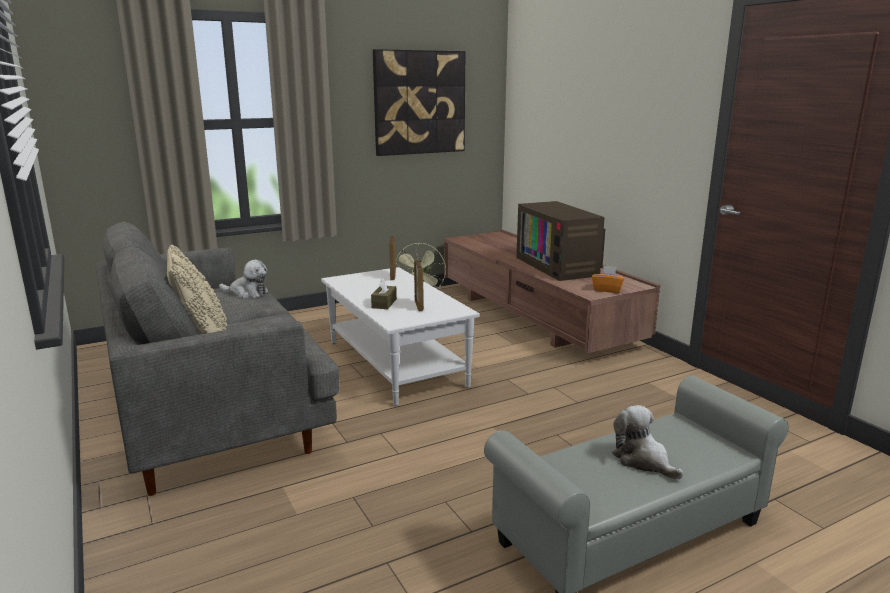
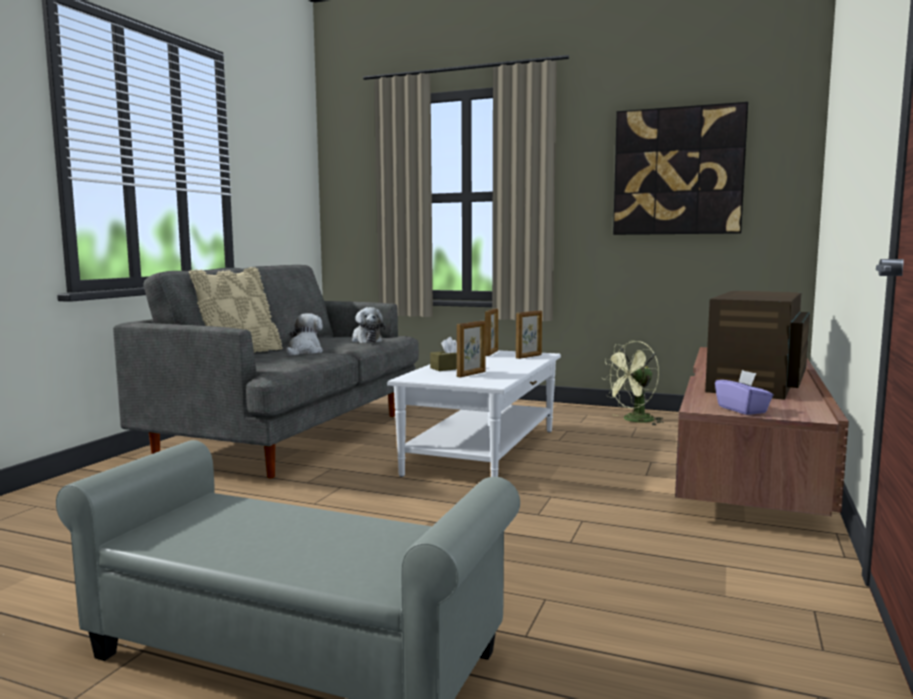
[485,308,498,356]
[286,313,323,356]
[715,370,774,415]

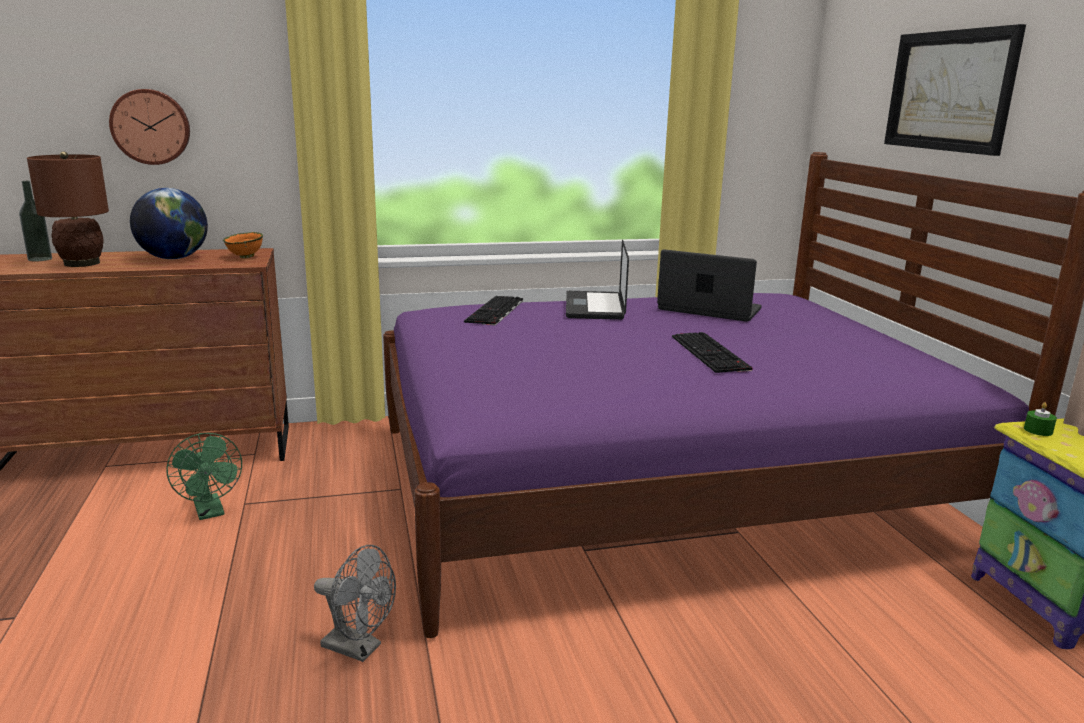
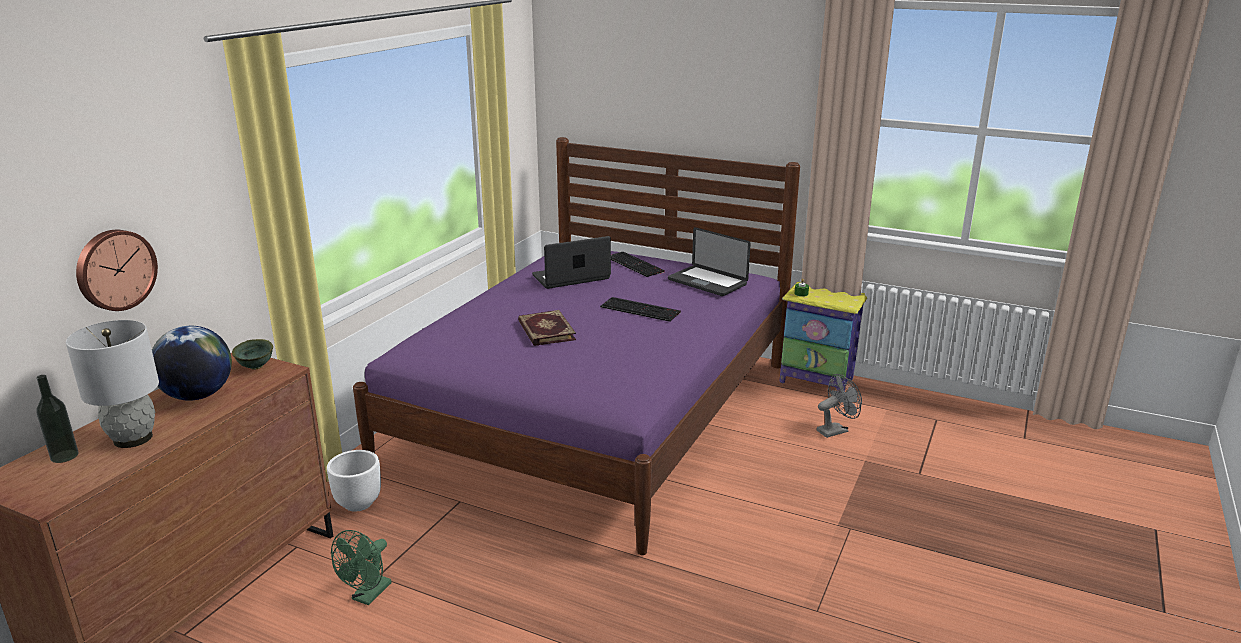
[884,24,1026,156] (first image)
[327,450,381,512]
[518,310,576,346]
[817,374,862,438]
[611,252,665,277]
[668,227,751,296]
[66,320,159,448]
[232,339,273,370]
[331,530,392,605]

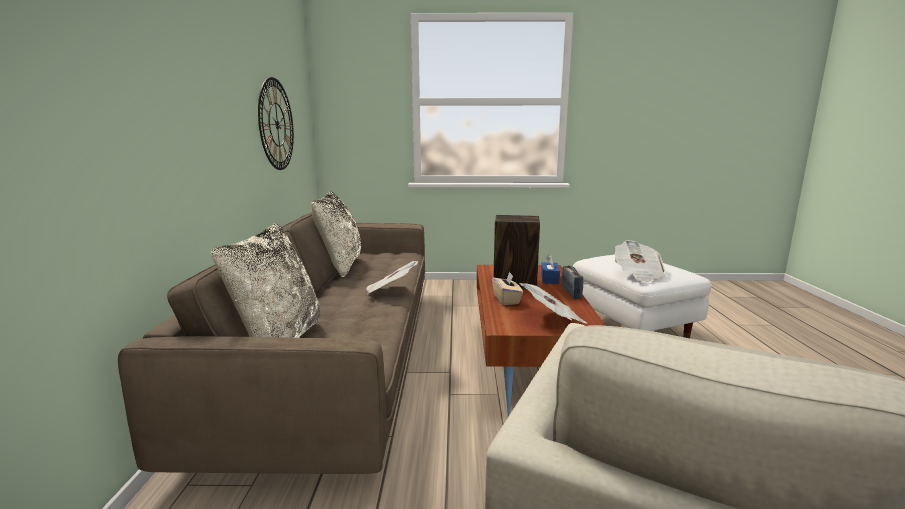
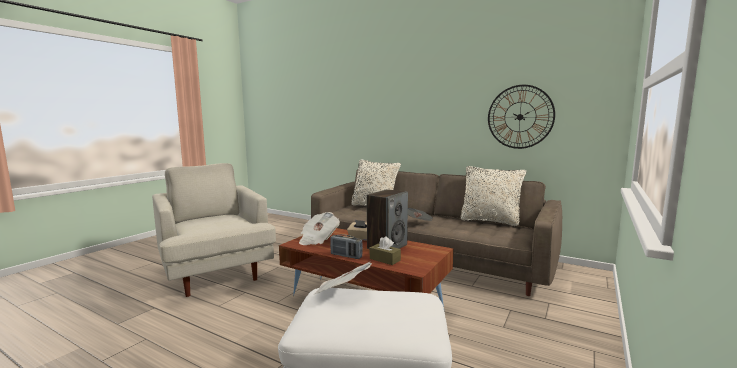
[370,236,401,265]

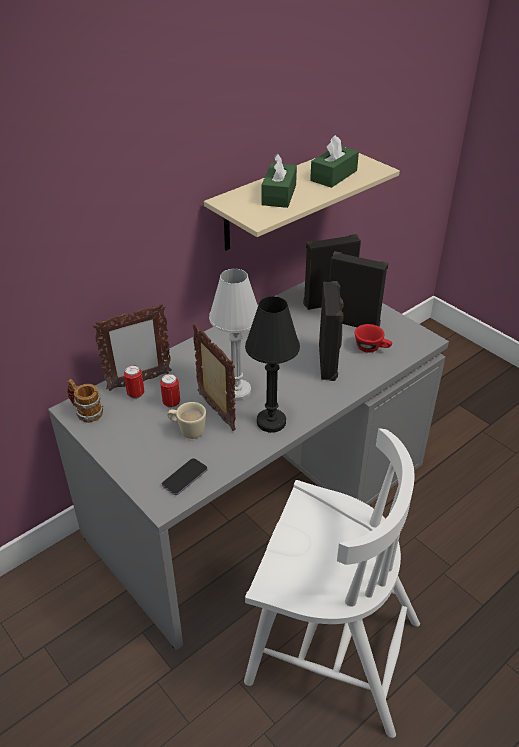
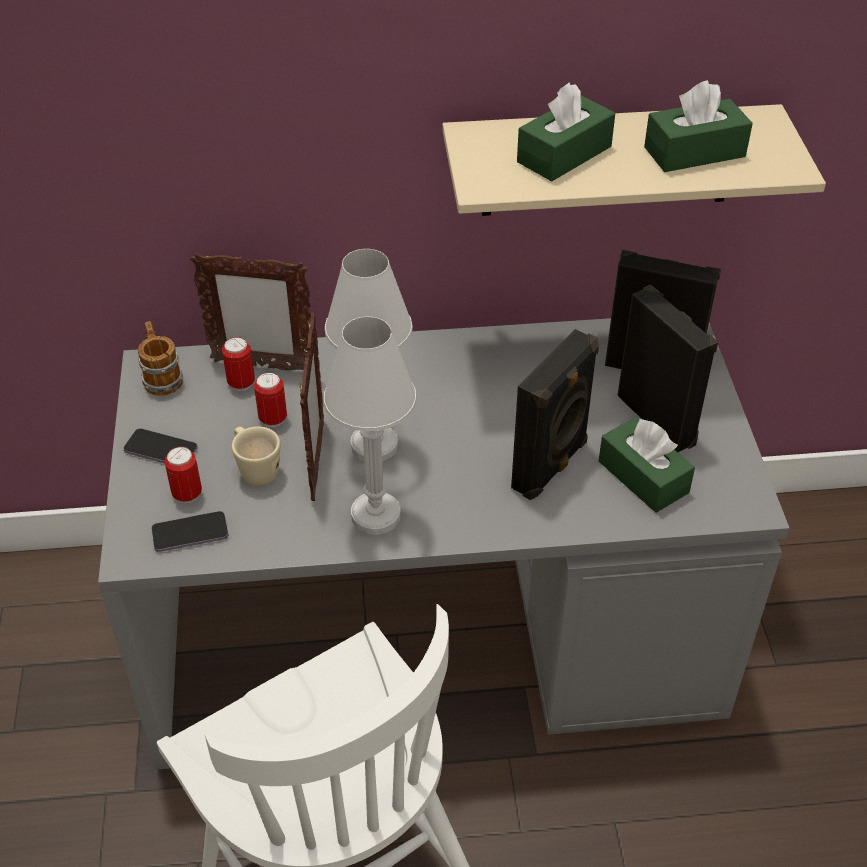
[123,428,198,463]
[165,447,202,503]
[599,417,695,513]
[324,316,417,535]

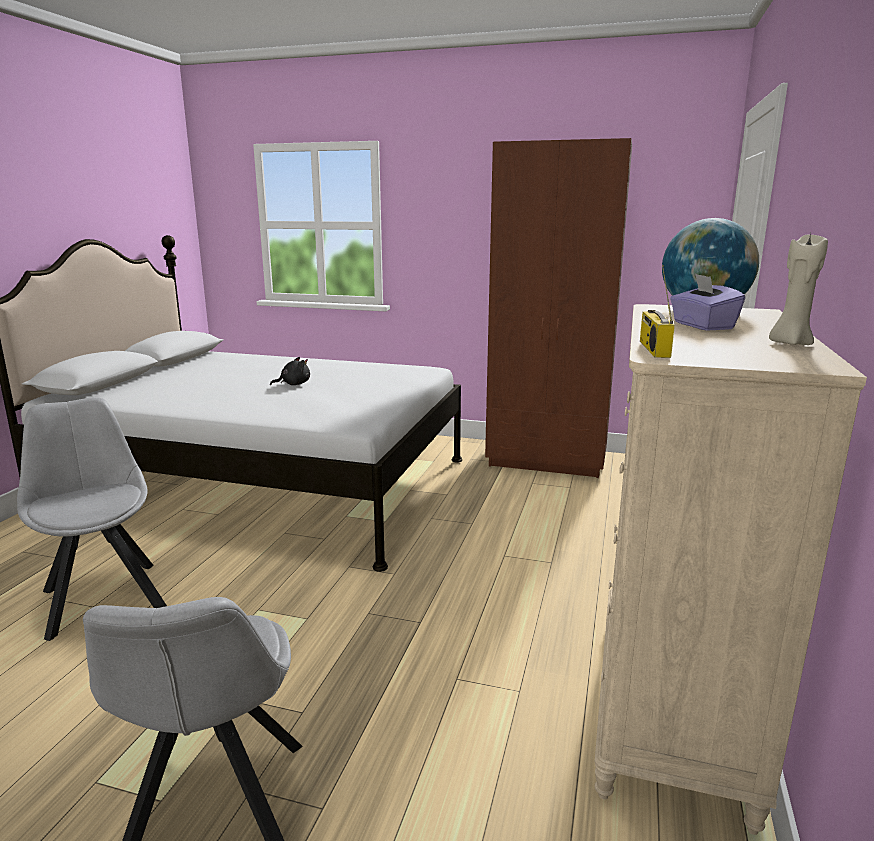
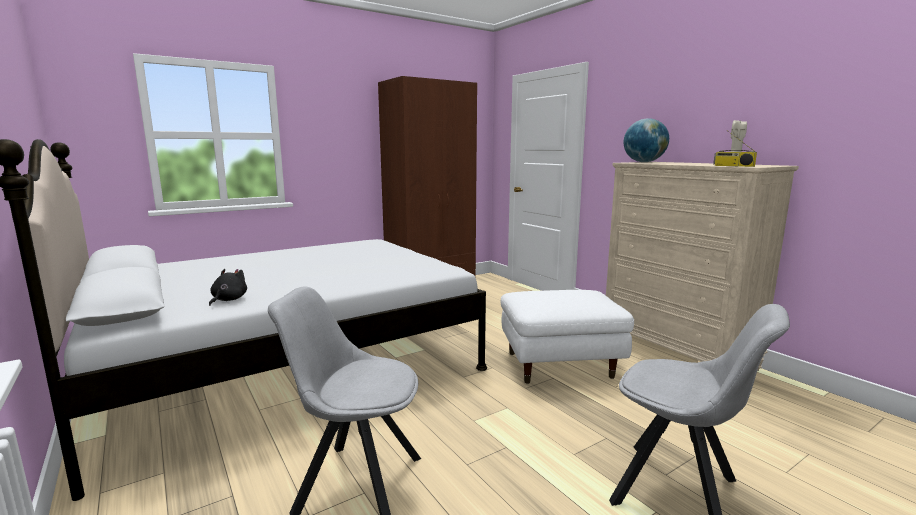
[670,274,745,331] (first image)
[501,290,634,384]
[209,269,247,306]

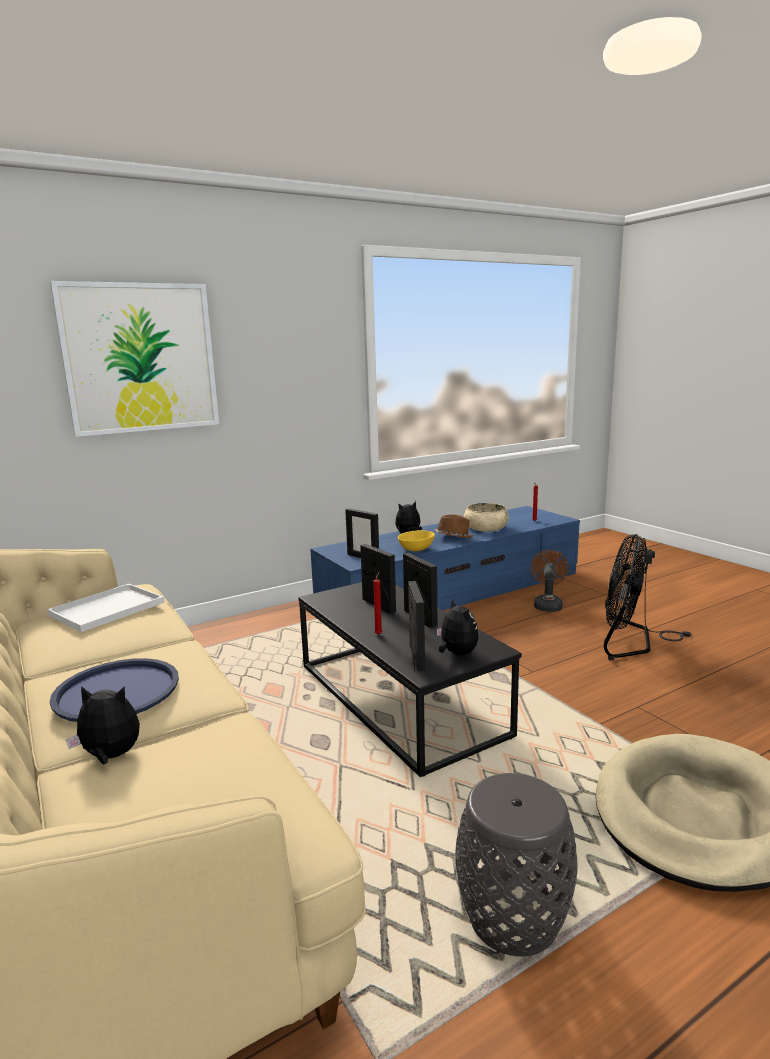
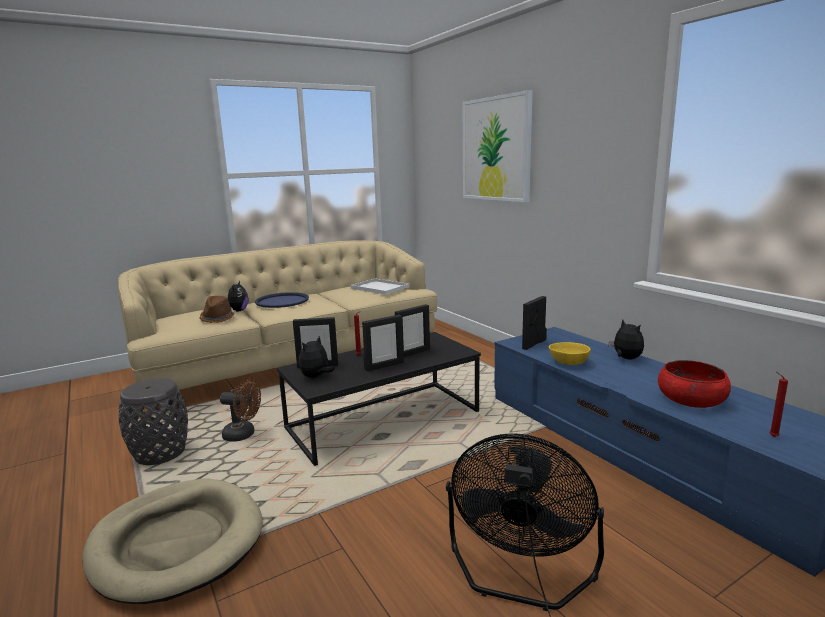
[199,296,235,323]
[220,379,261,441]
[658,360,731,408]
[299,336,335,378]

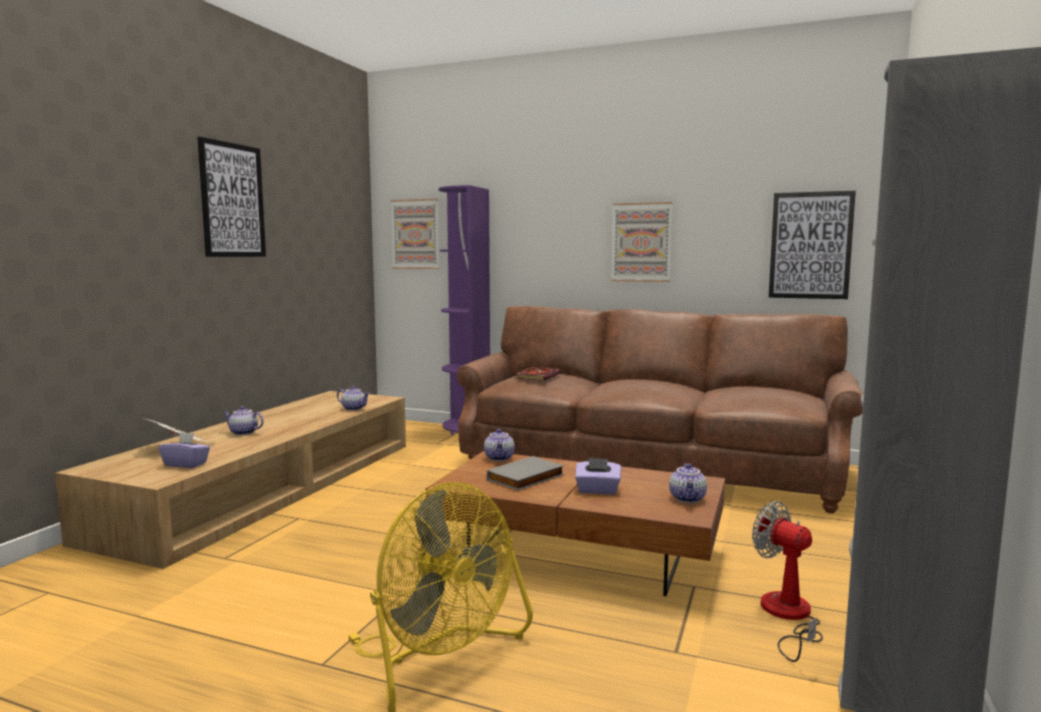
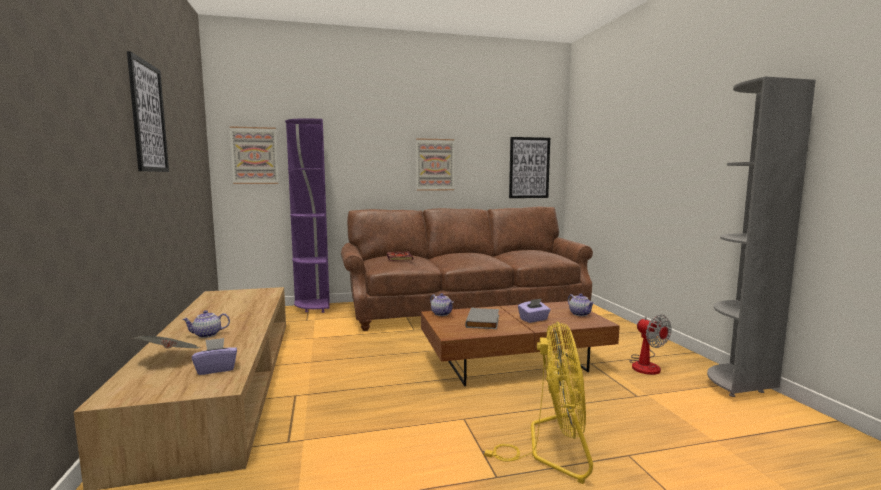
[337,386,370,411] (first image)
[629,314,672,375]

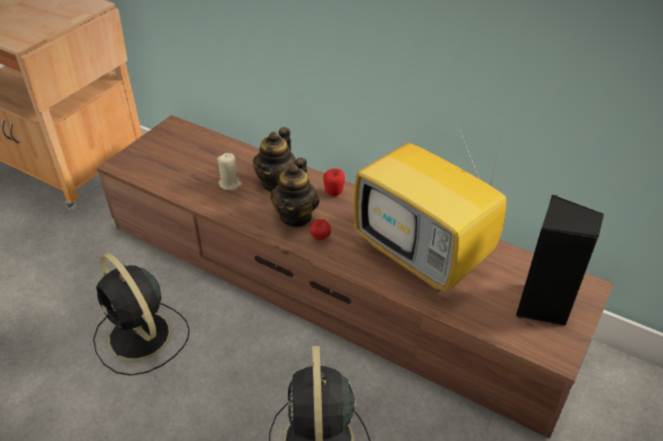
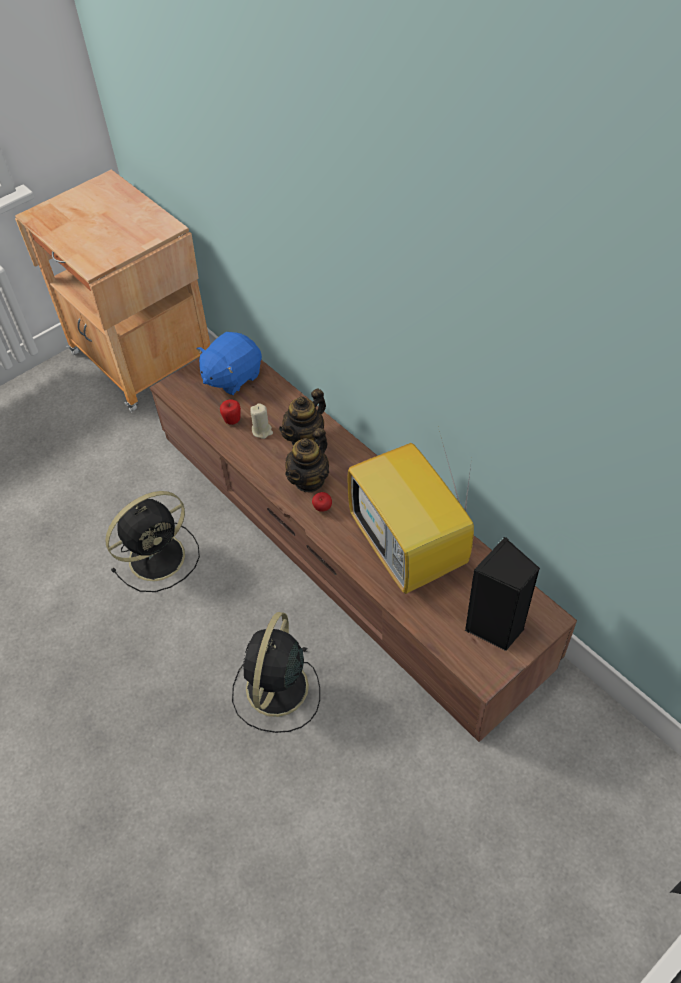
[197,332,262,395]
[220,400,241,425]
[105,491,200,592]

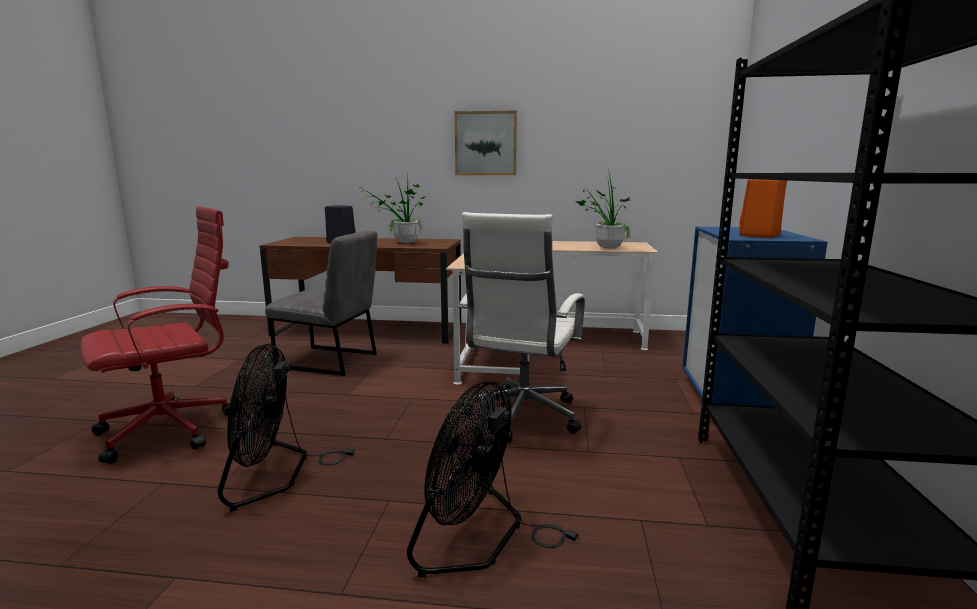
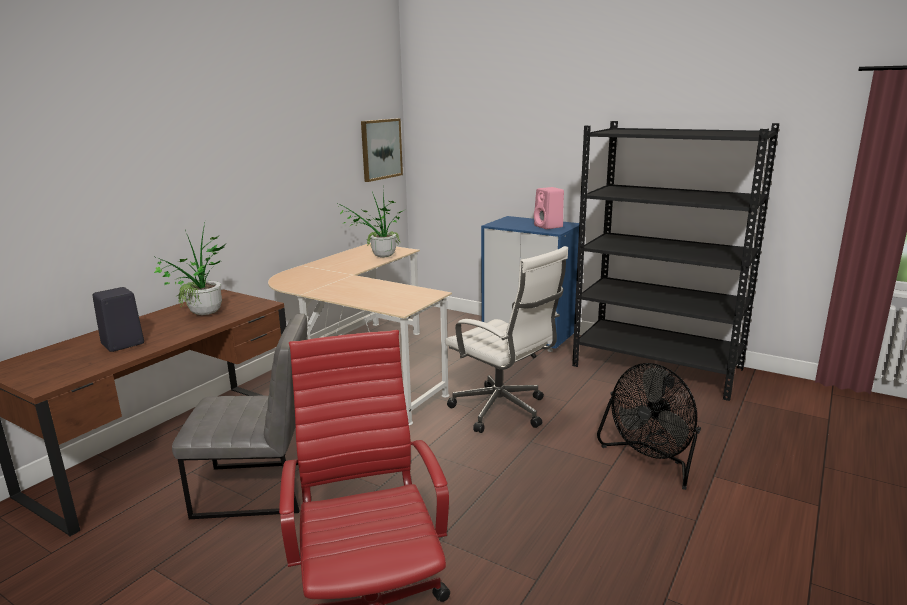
[218,344,357,512] (first image)
[361,118,403,182]
[534,187,564,229]
[172,314,307,519]

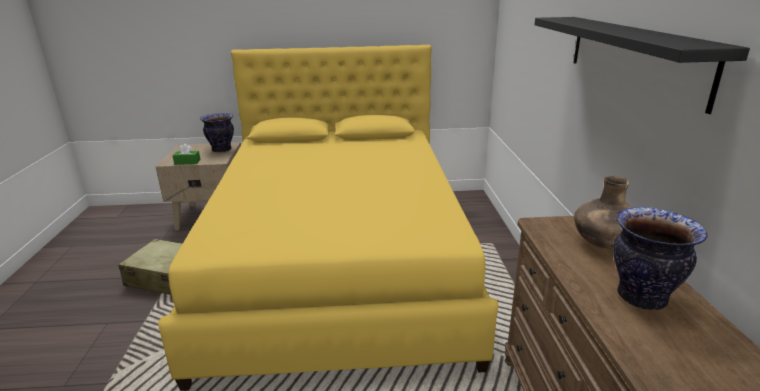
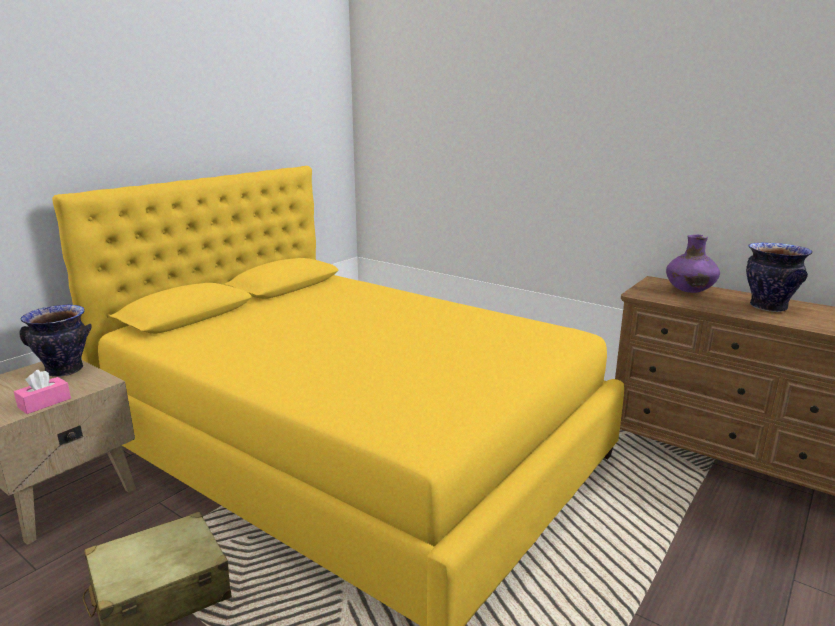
[535,17,750,114] (first image)
[14,370,71,414]
[666,235,720,293]

